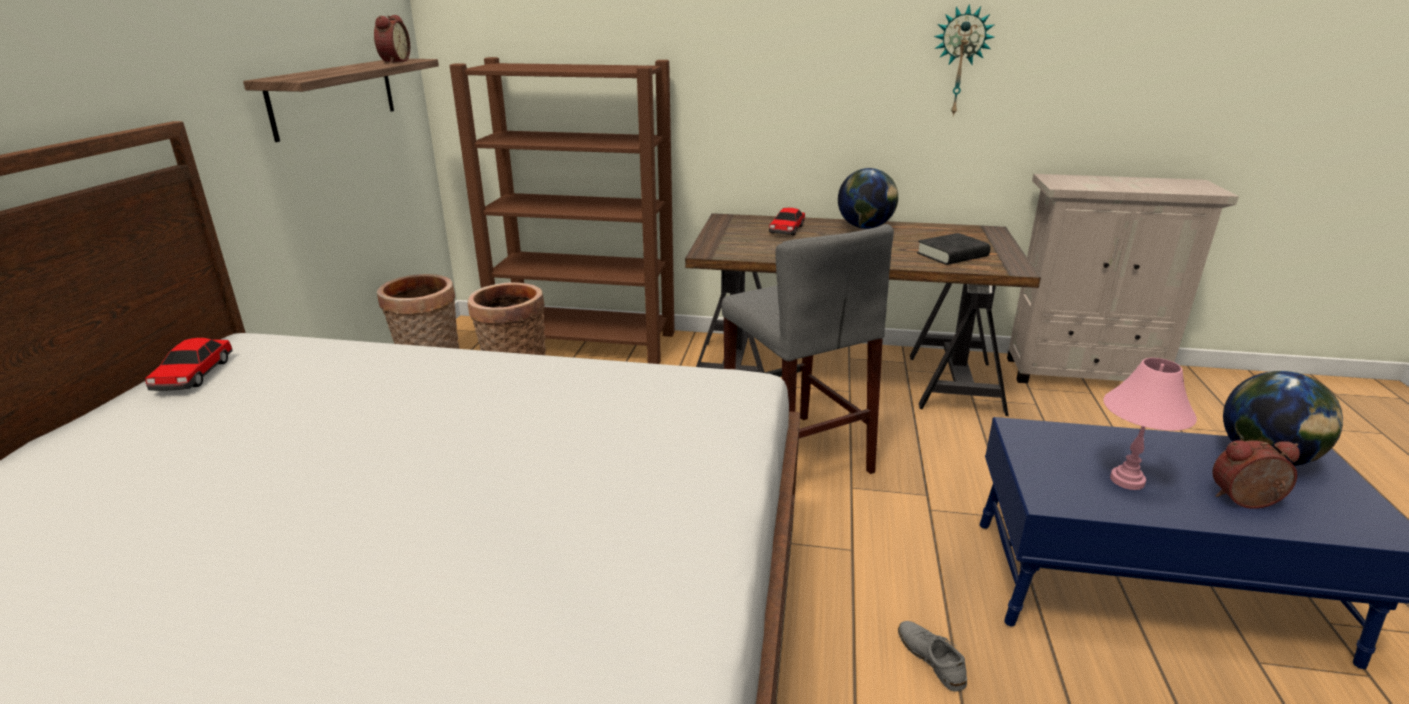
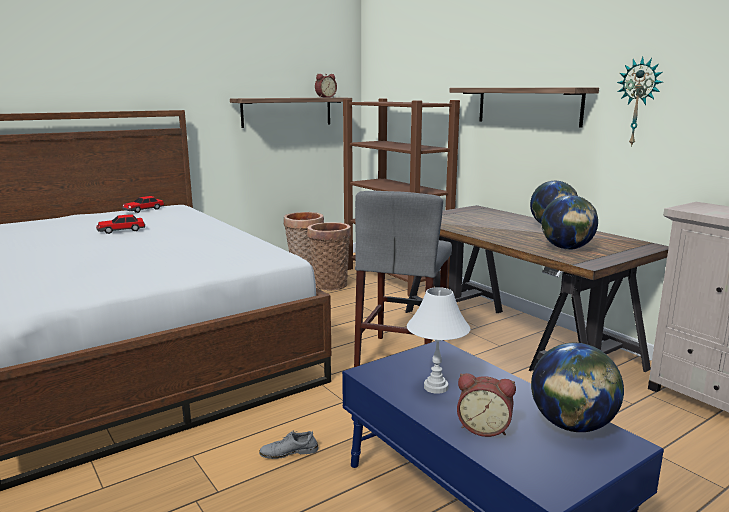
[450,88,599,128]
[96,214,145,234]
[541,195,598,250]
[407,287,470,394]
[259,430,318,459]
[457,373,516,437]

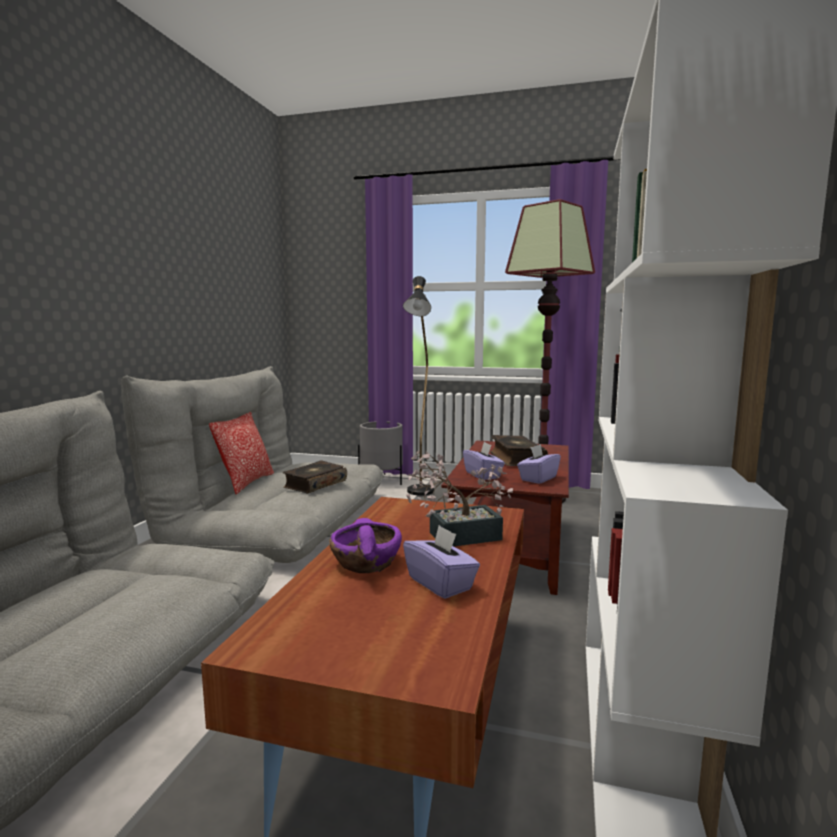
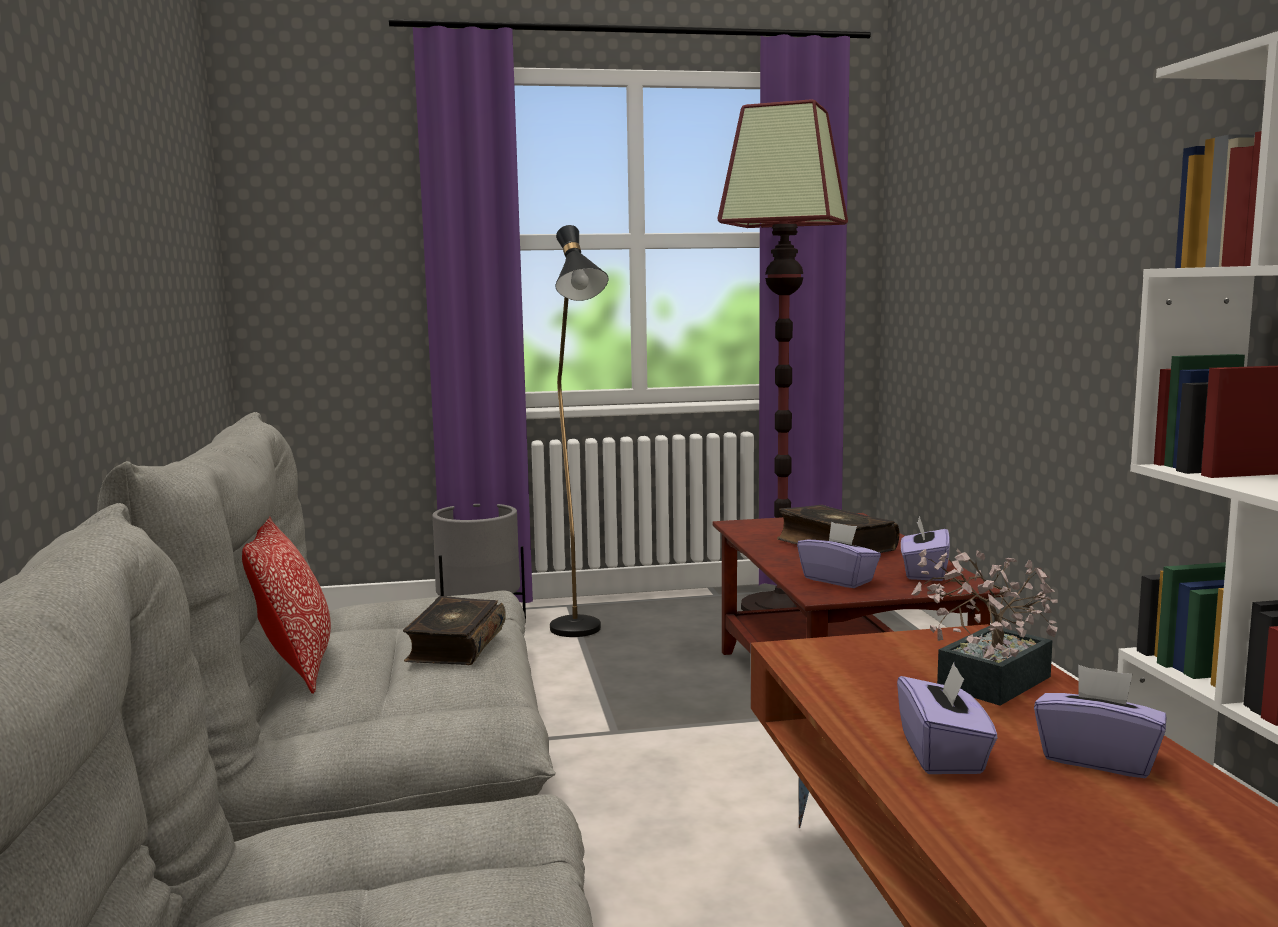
[897,662,997,774]

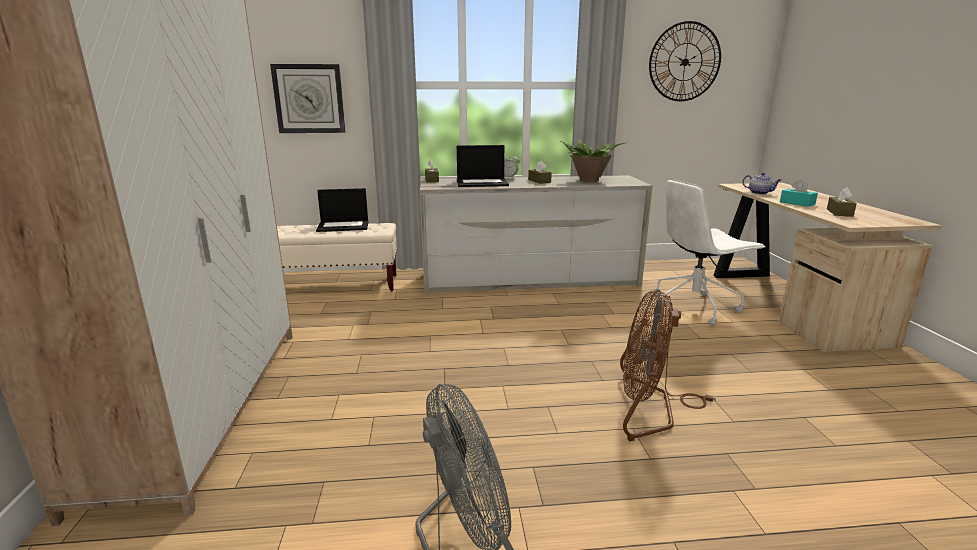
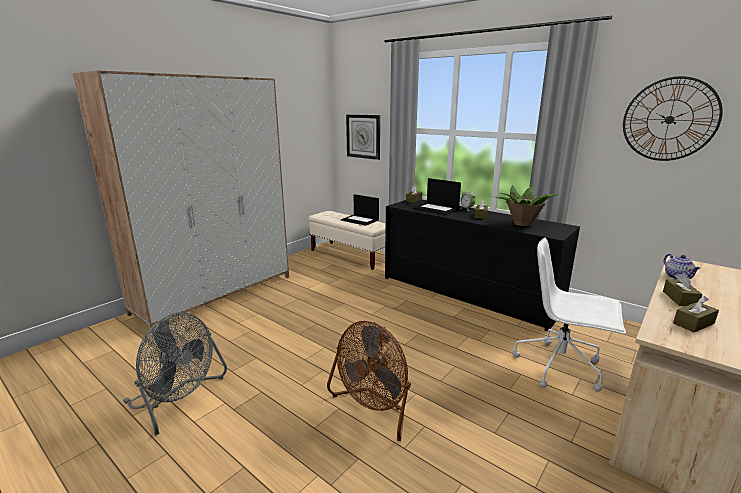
[385,200,580,331]
[663,273,702,306]
[327,321,411,441]

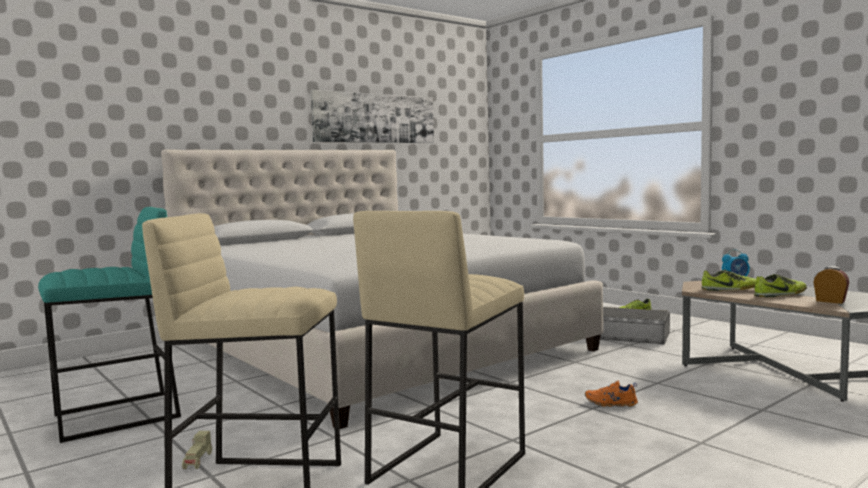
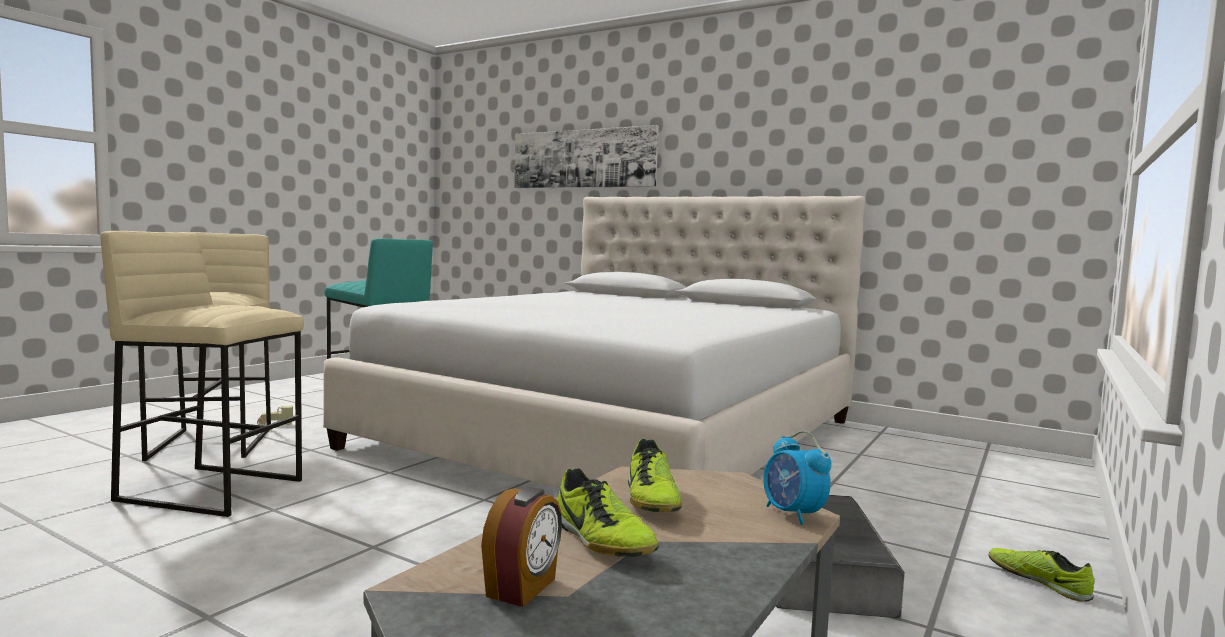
[585,381,638,407] (first image)
[514,125,659,188]

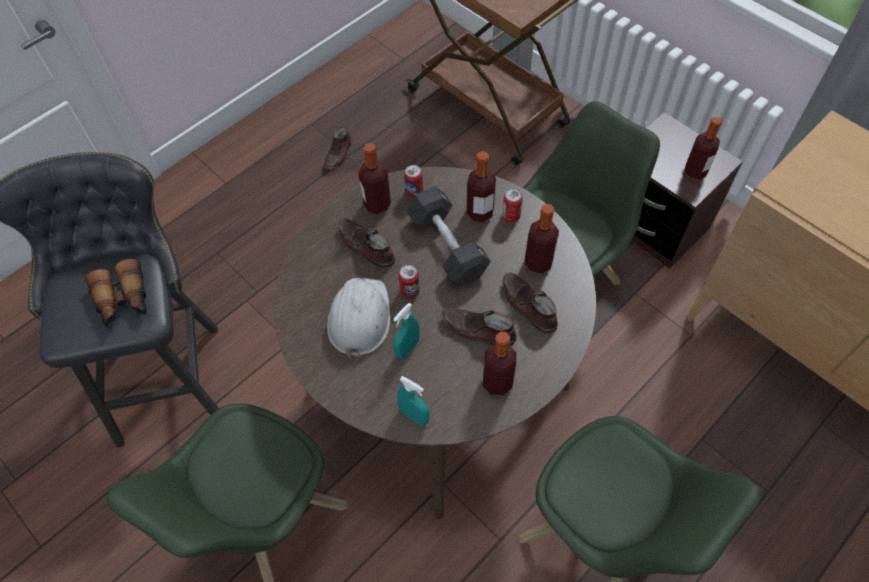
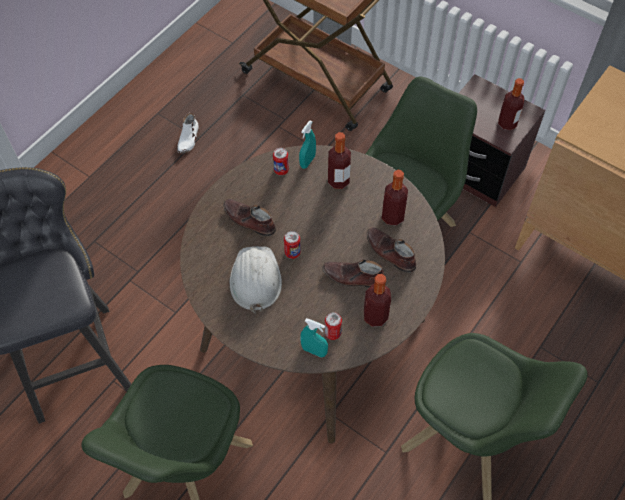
[85,259,146,328] (first image)
[358,143,391,214] (first image)
[406,186,491,286] (first image)
[299,121,316,169]
[325,312,342,340]
[177,113,198,153]

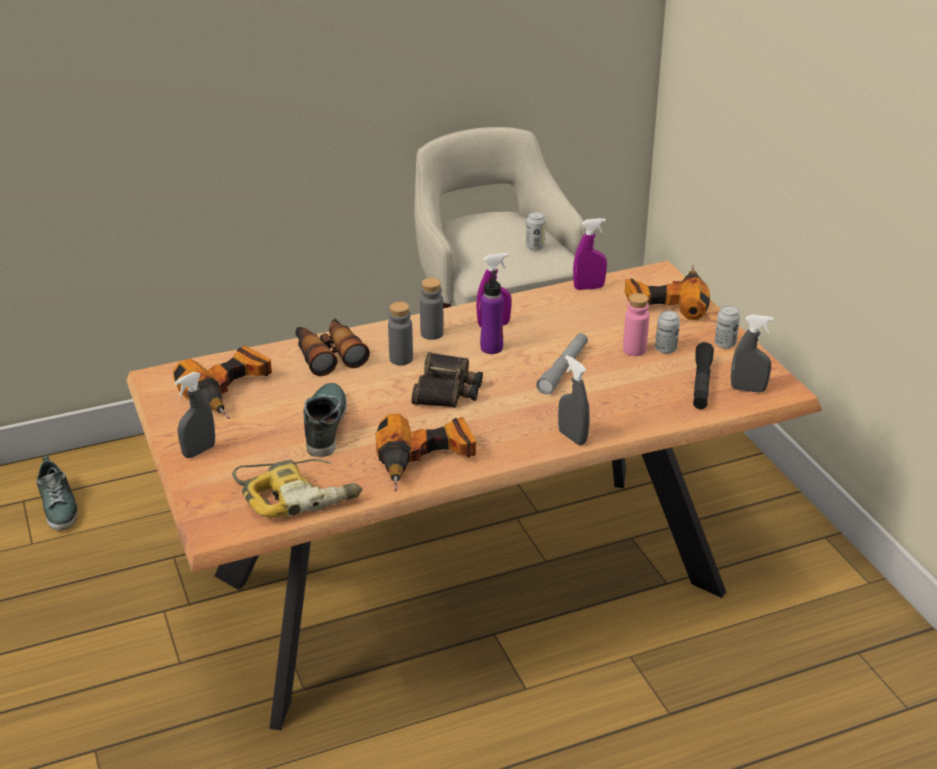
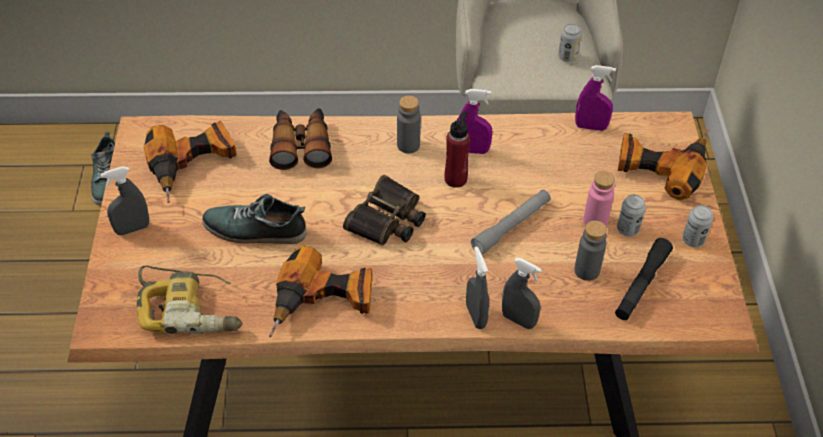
[574,220,607,281]
[502,258,542,329]
[444,111,470,188]
[202,194,306,244]

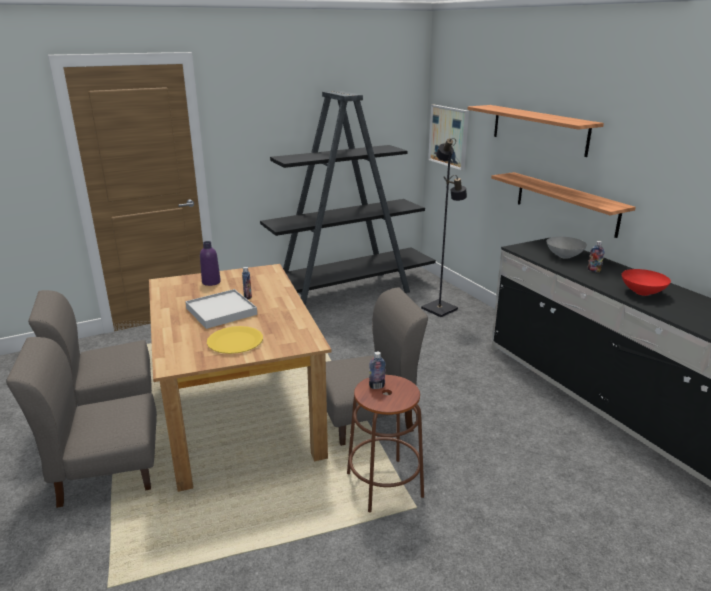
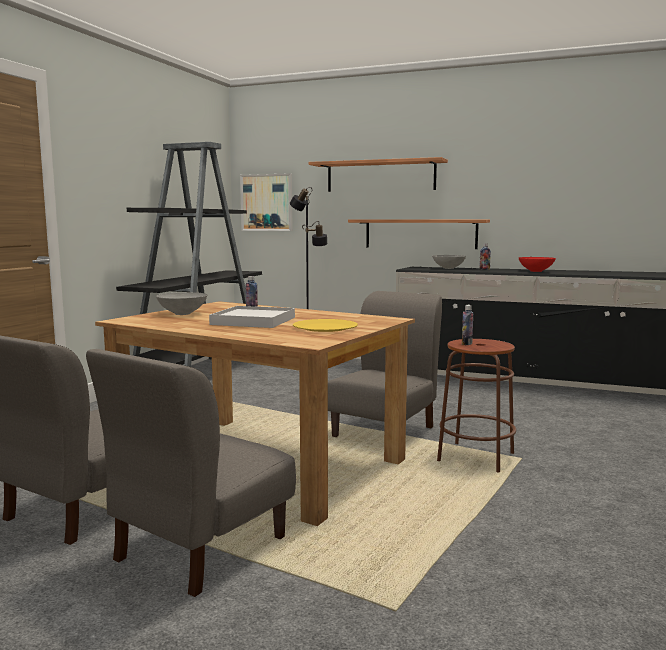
[156,292,207,315]

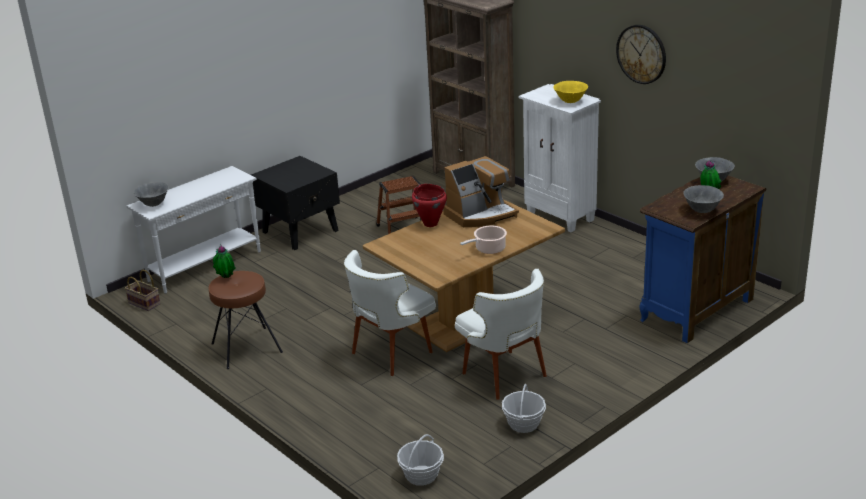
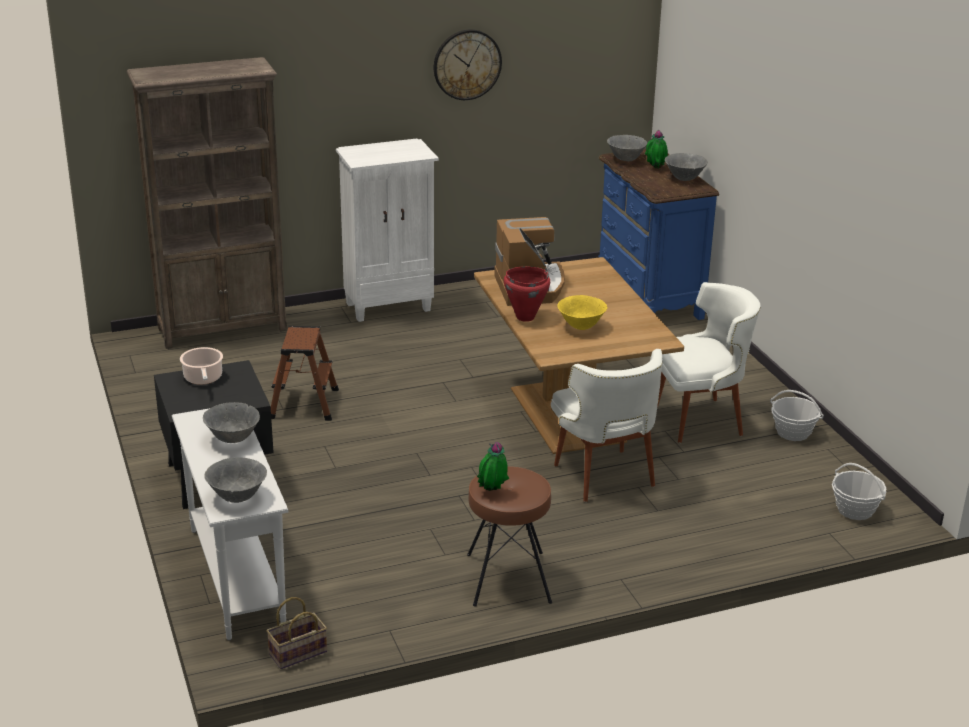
[203,402,260,443]
[180,347,223,385]
[557,295,607,330]

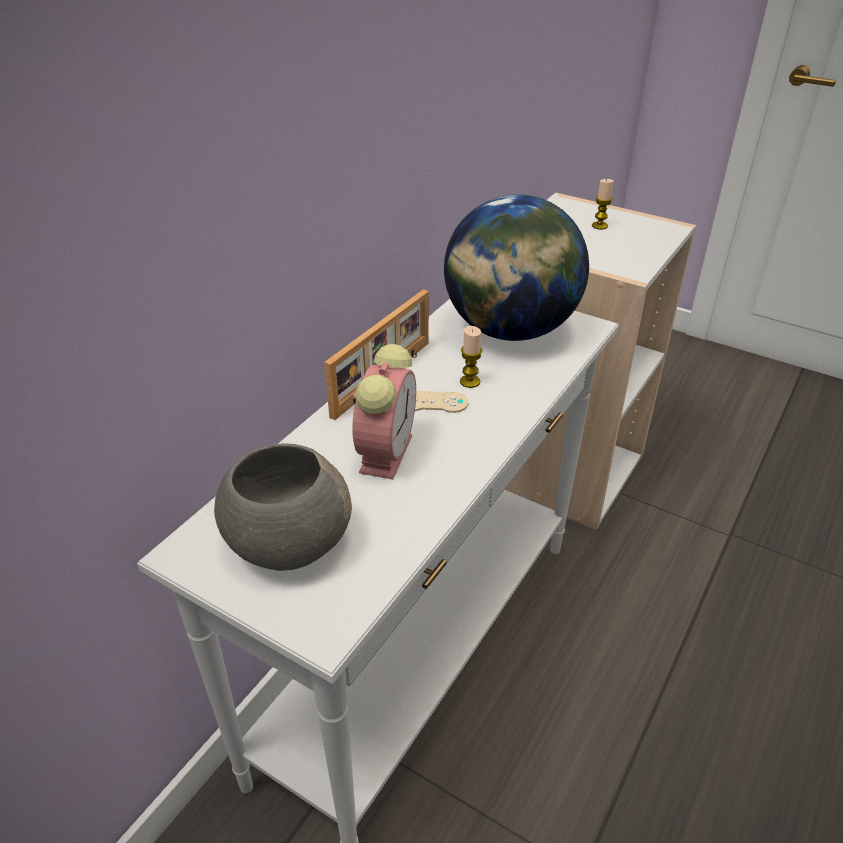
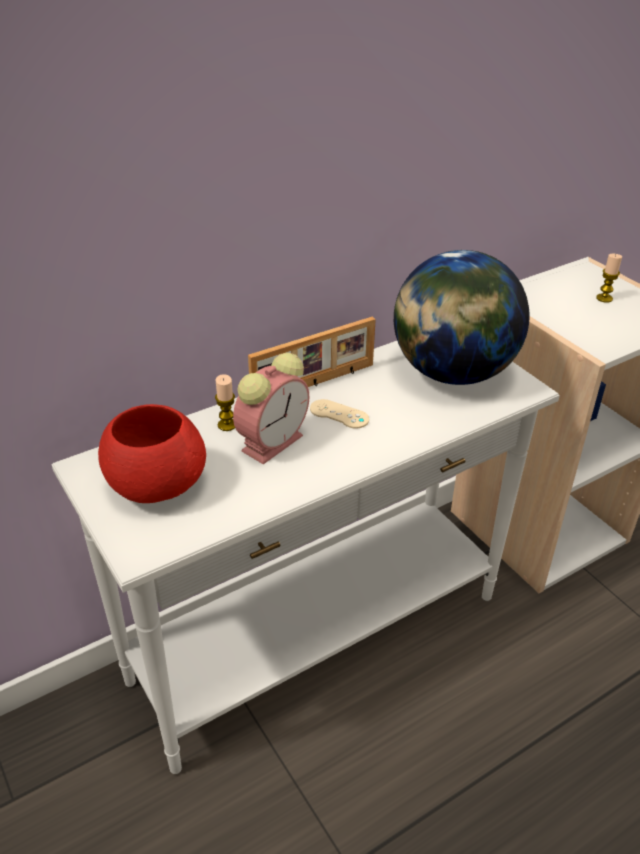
[215,374,235,431]
[98,404,206,503]

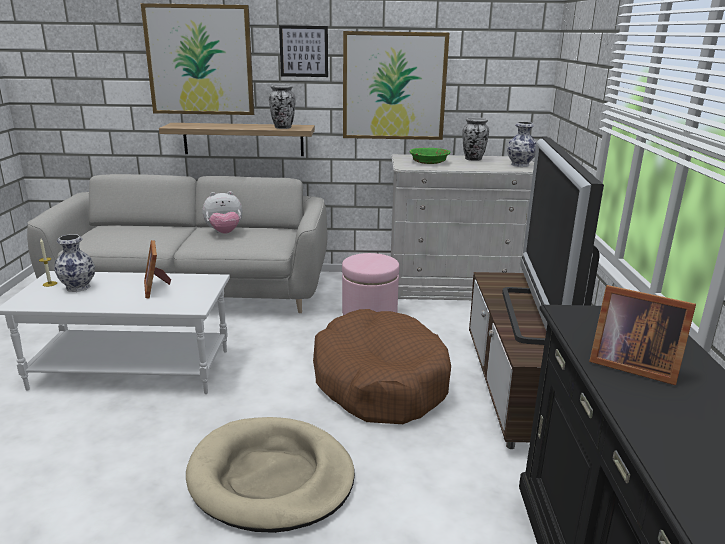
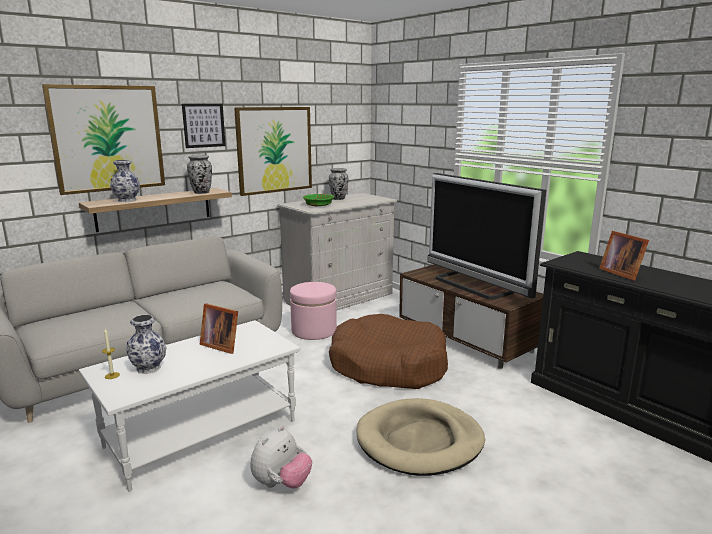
[251,426,312,489]
[110,160,140,202]
[599,231,649,281]

